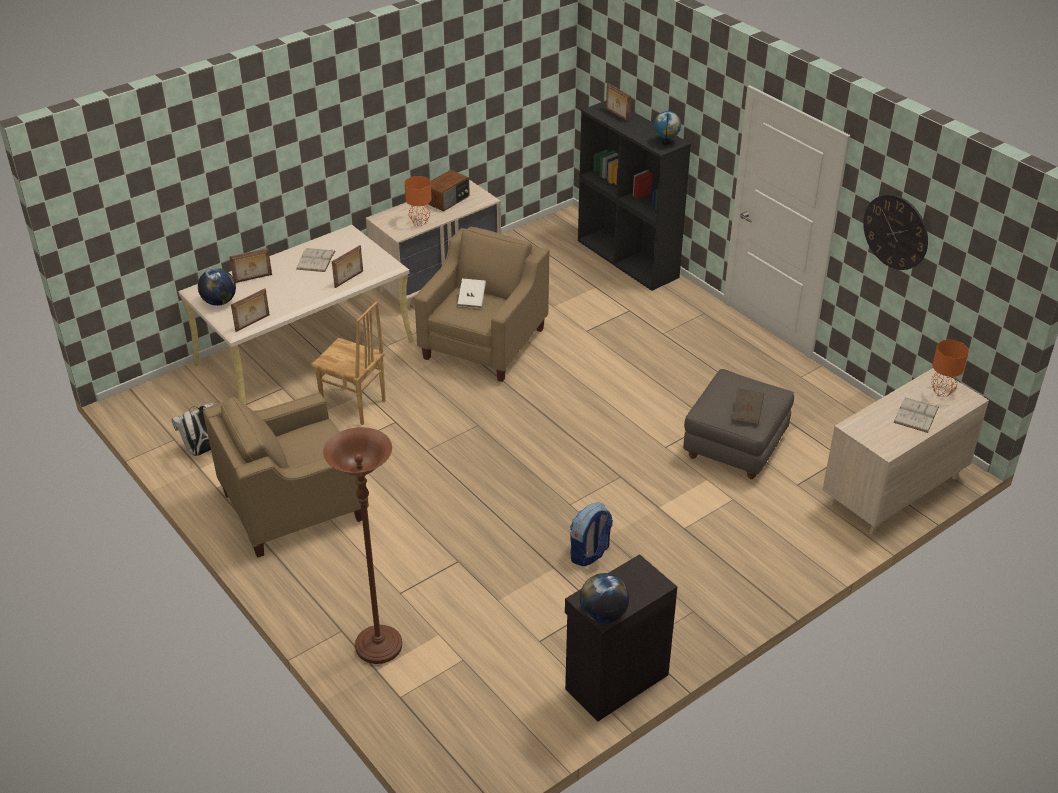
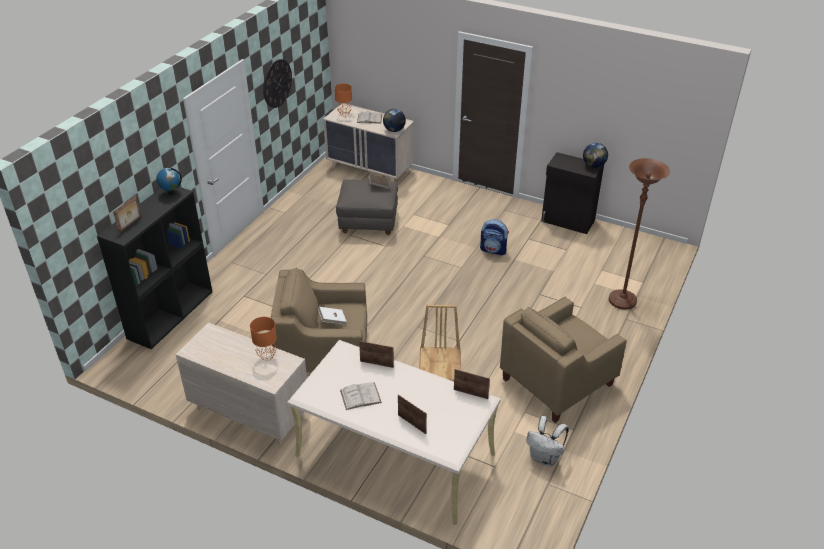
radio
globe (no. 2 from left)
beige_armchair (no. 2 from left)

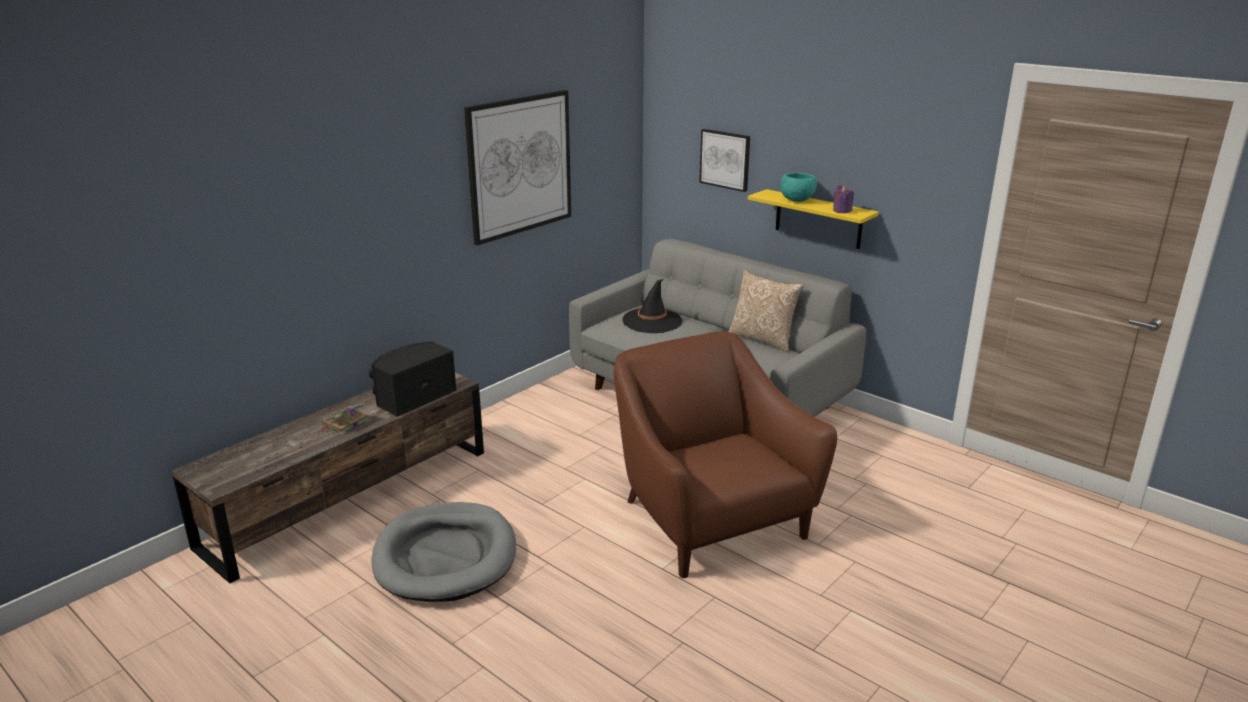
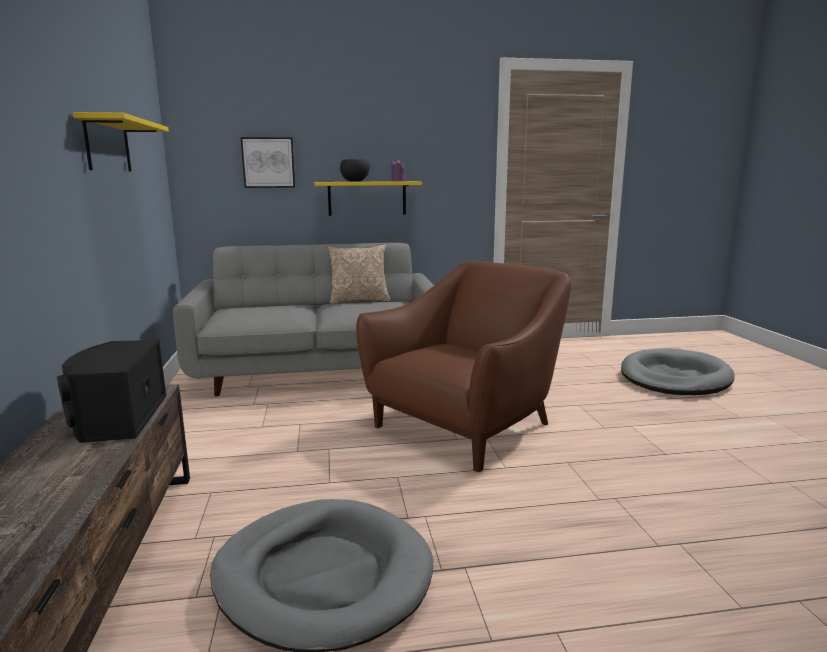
book
black_hat
grey_dog_bed (no. 2 from left)
yellow_shelf (no. 1 from left)
black_bowl
brown_armchair

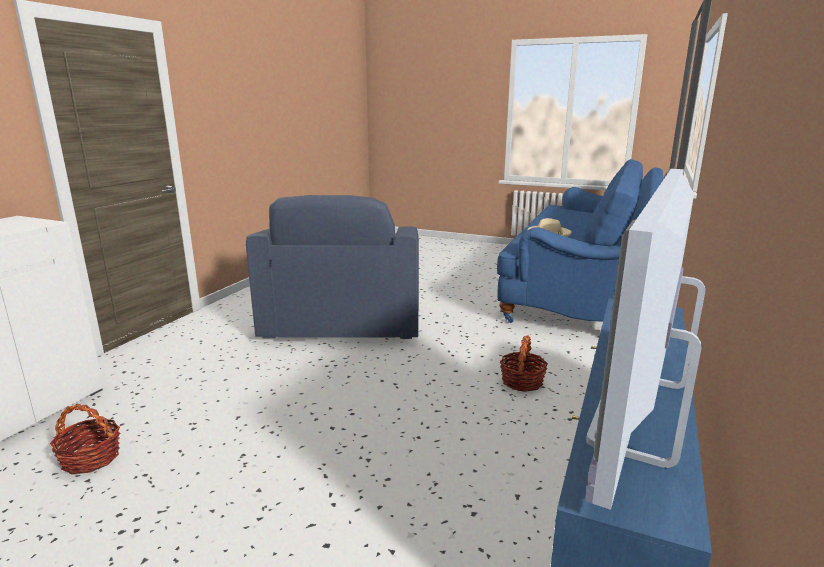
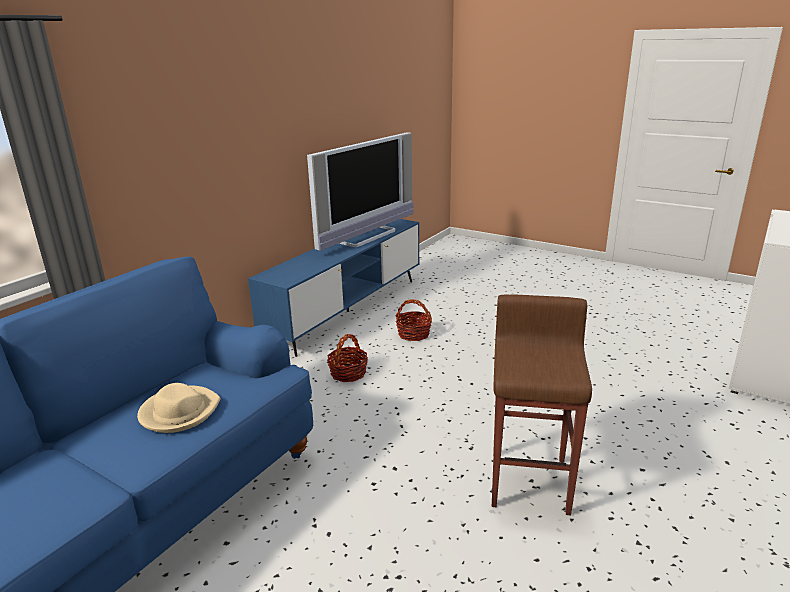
basket (no. 2 from left)
brown_stool

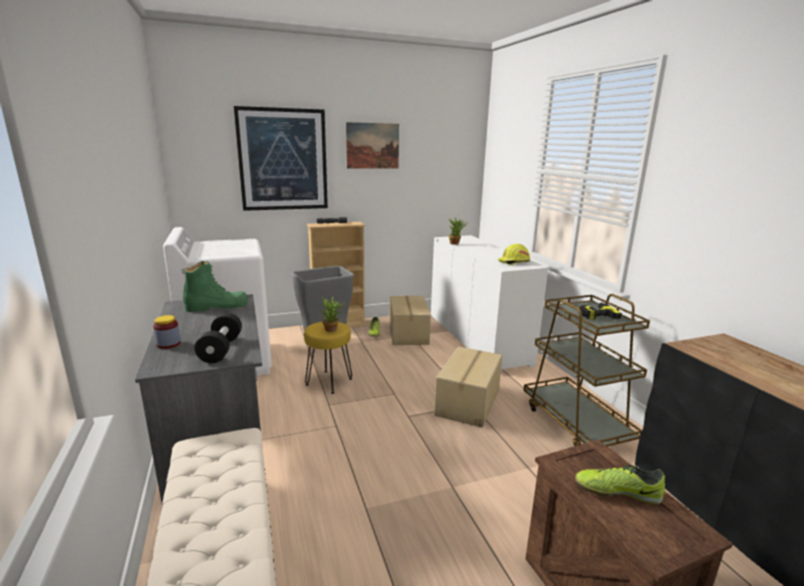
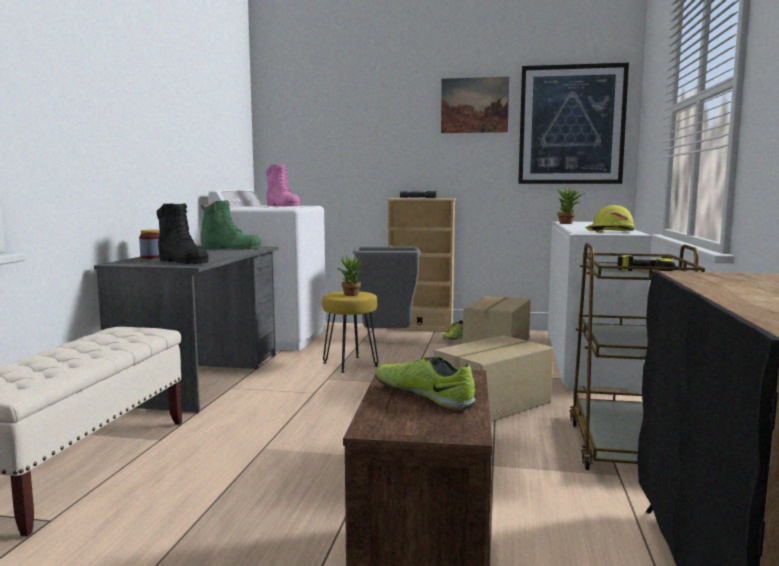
pink_boot
picture (no. 2 from left)
black_boot

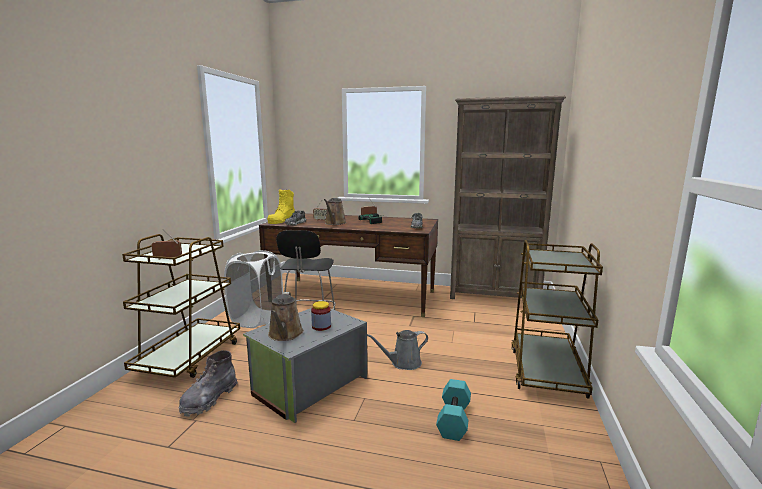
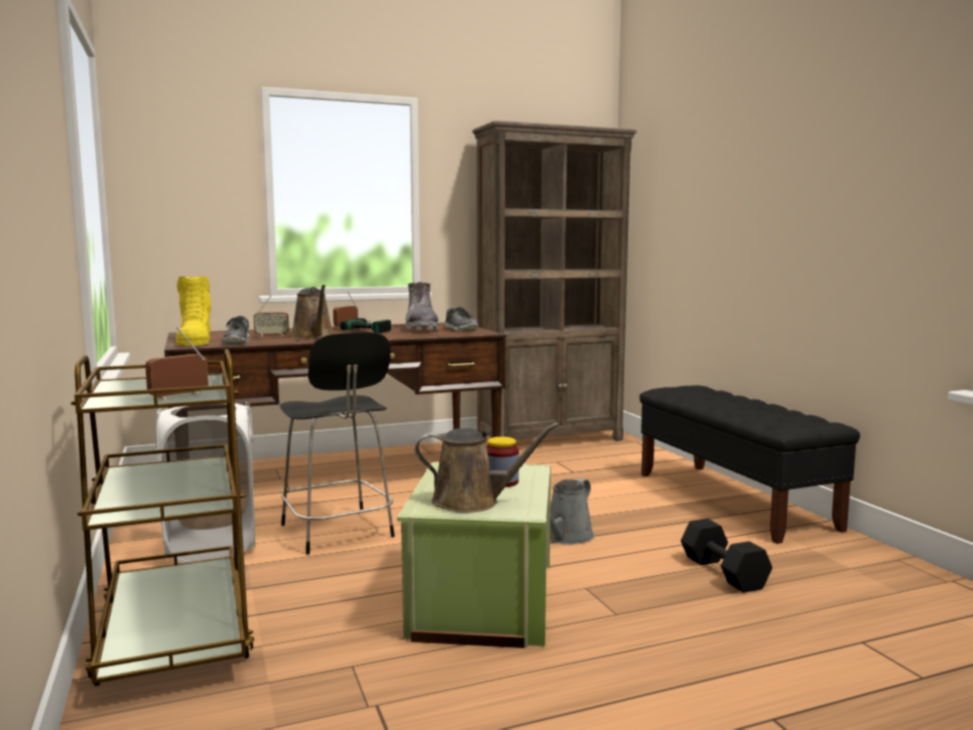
grey_boot
black_bench
green_storage_box
black_dumbbell
brown_watering_can (no. 2 from left)

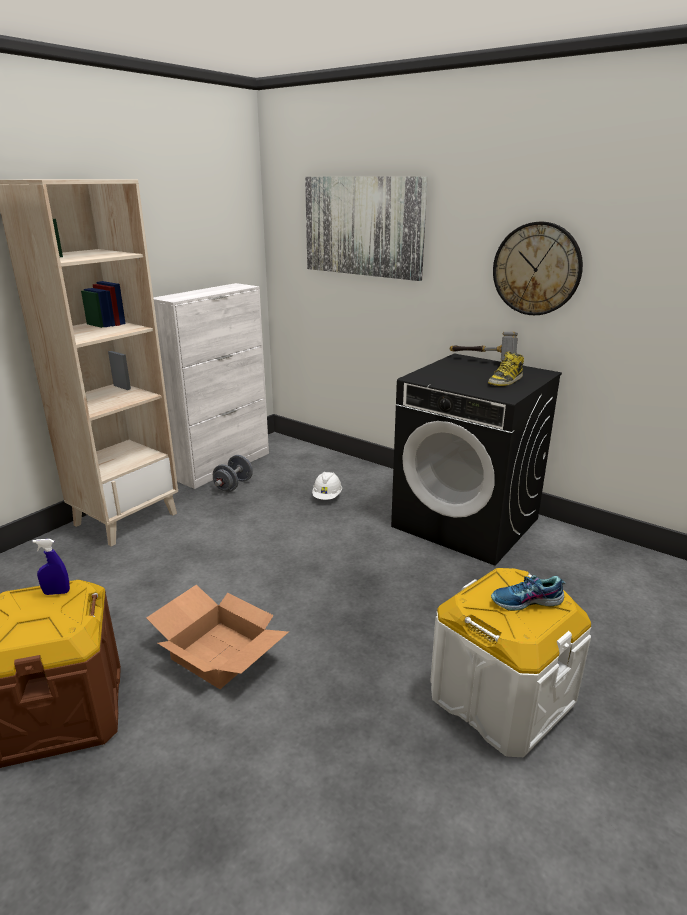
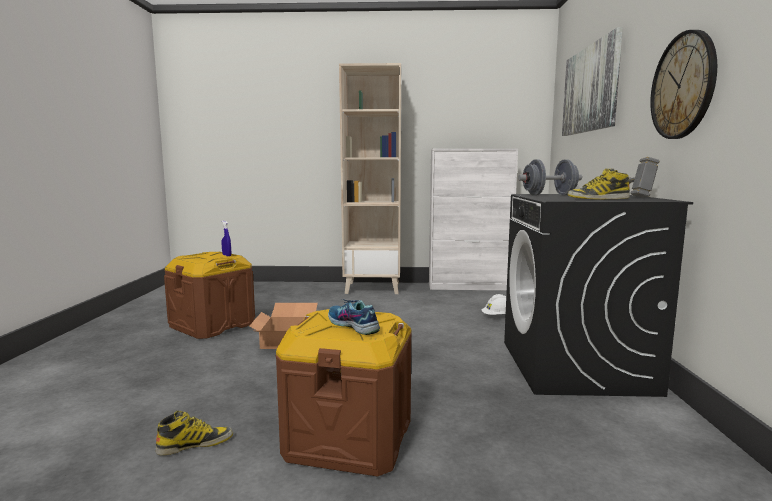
boot (no. 1 from left)
grey_dumbbell
brown_storage_box (no. 2 from left)

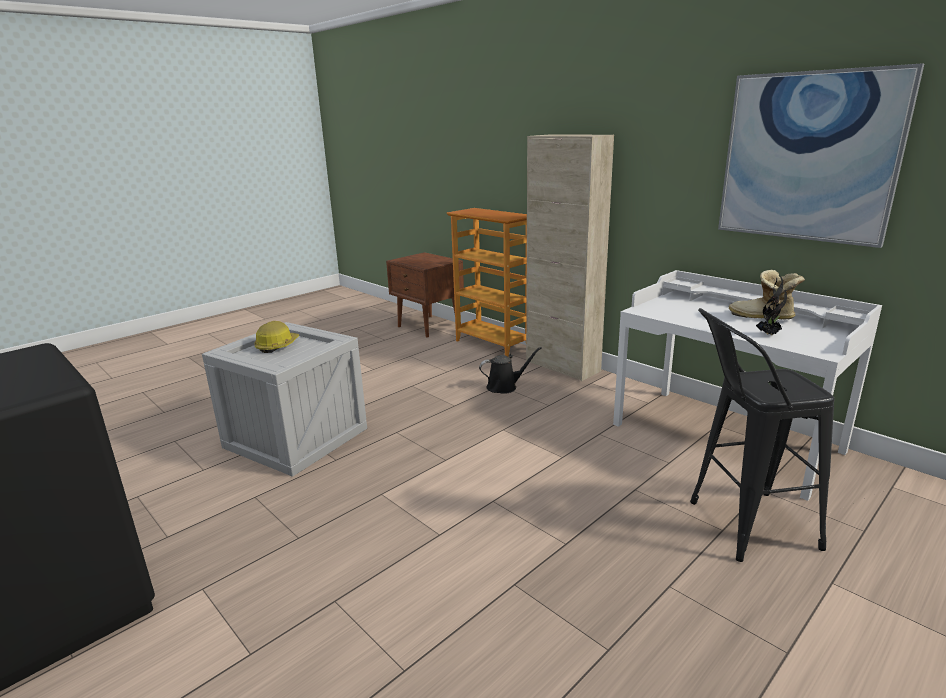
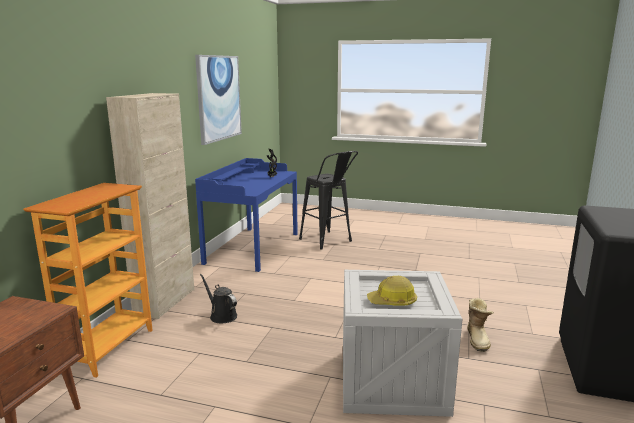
boot
blue_desk

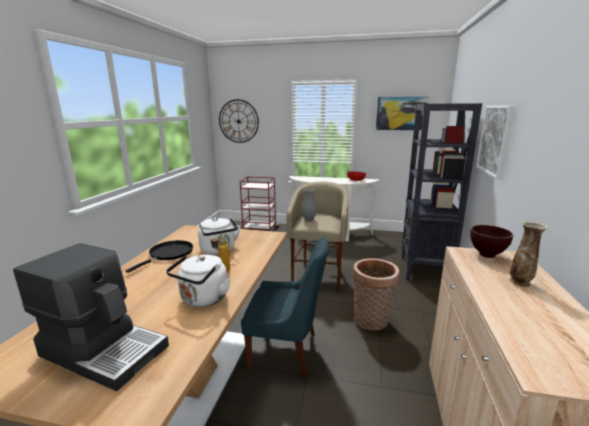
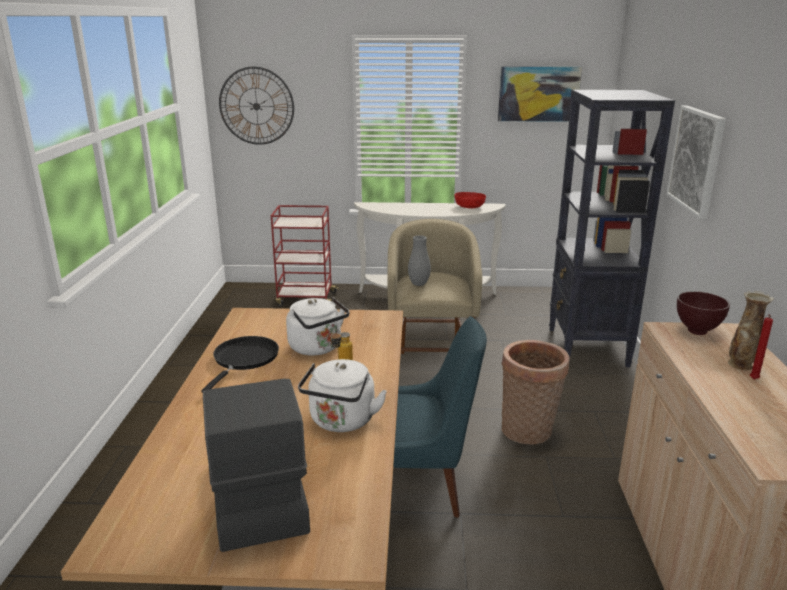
red_candle
coffee_machine

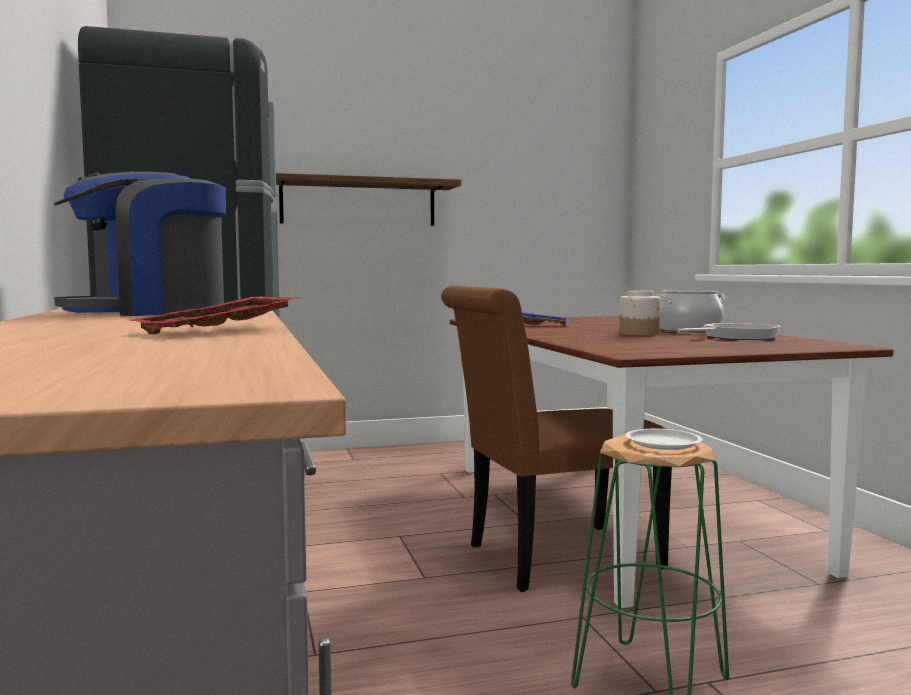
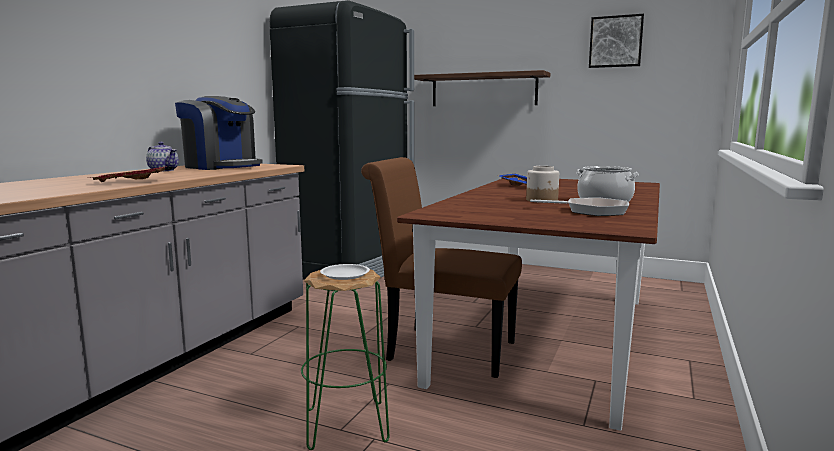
teapot
picture
coffee_machine

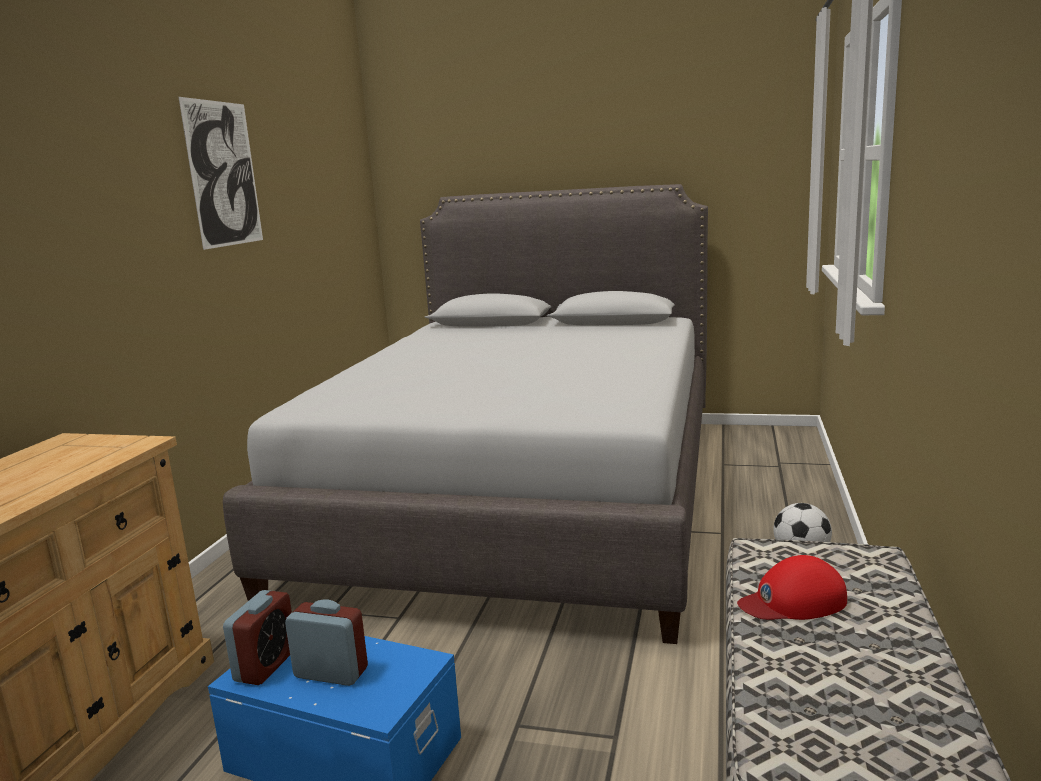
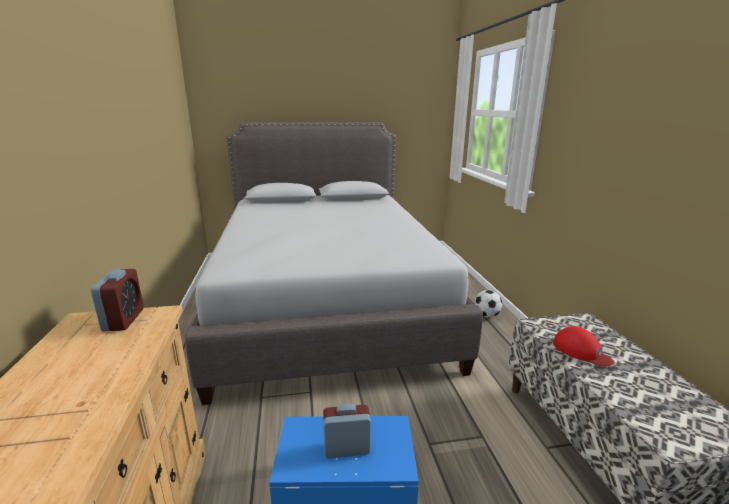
picture
alarm_clock (no. 1 from left)
red_cap

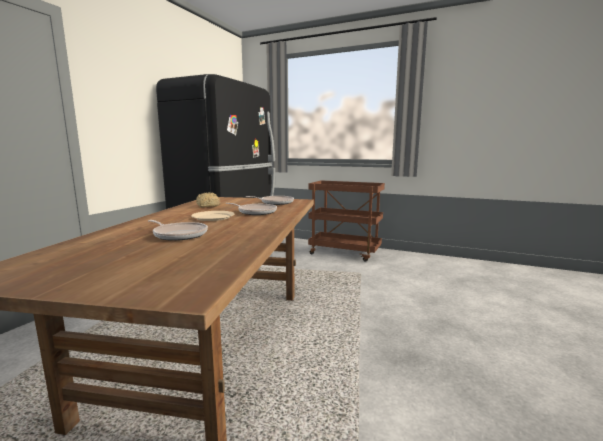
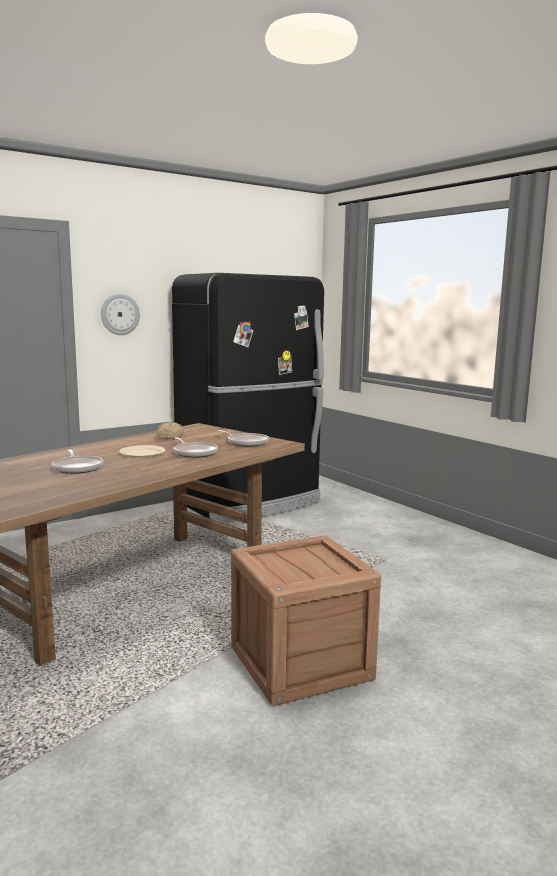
brown_cart
wall_clock
crate

